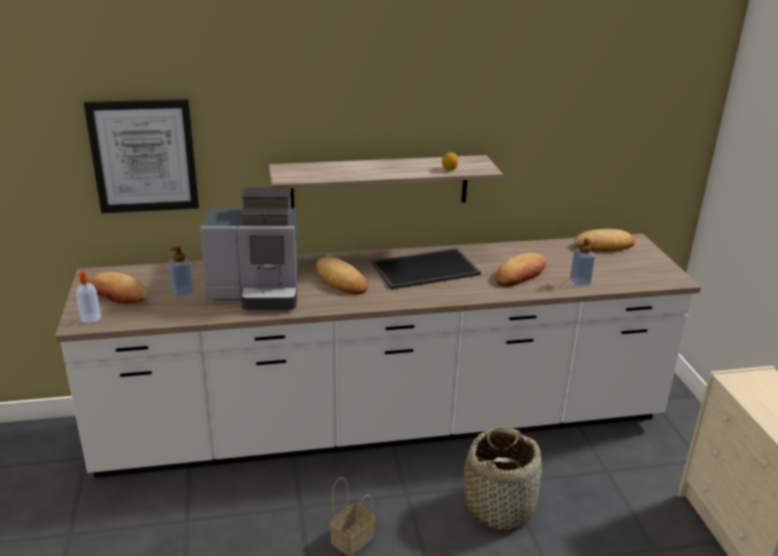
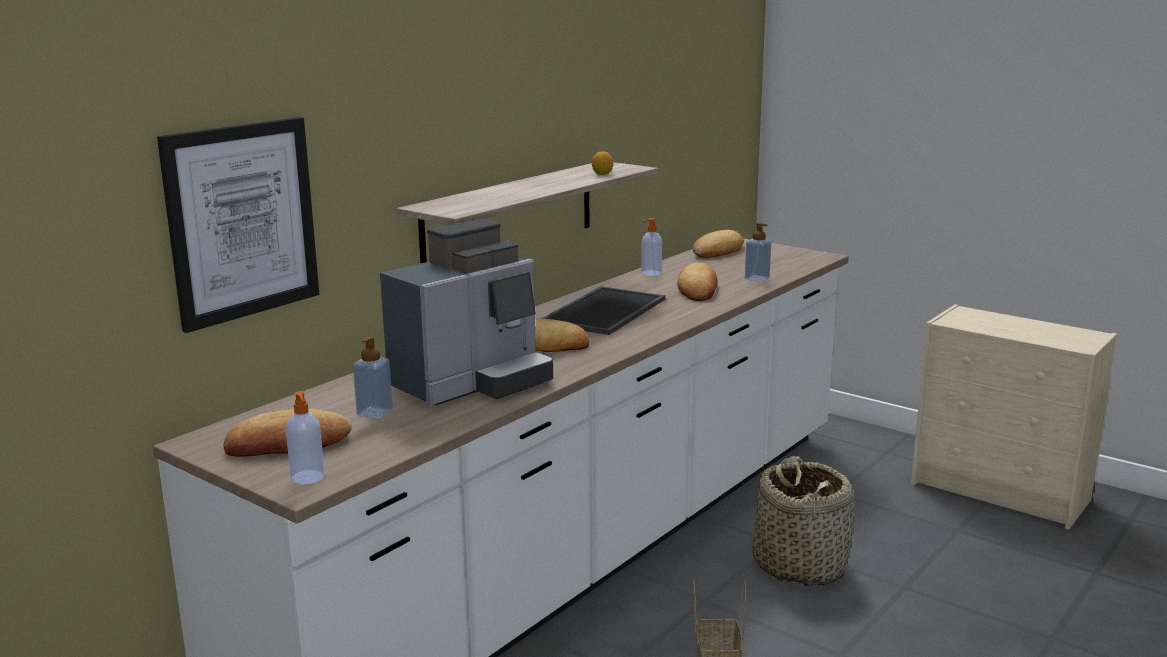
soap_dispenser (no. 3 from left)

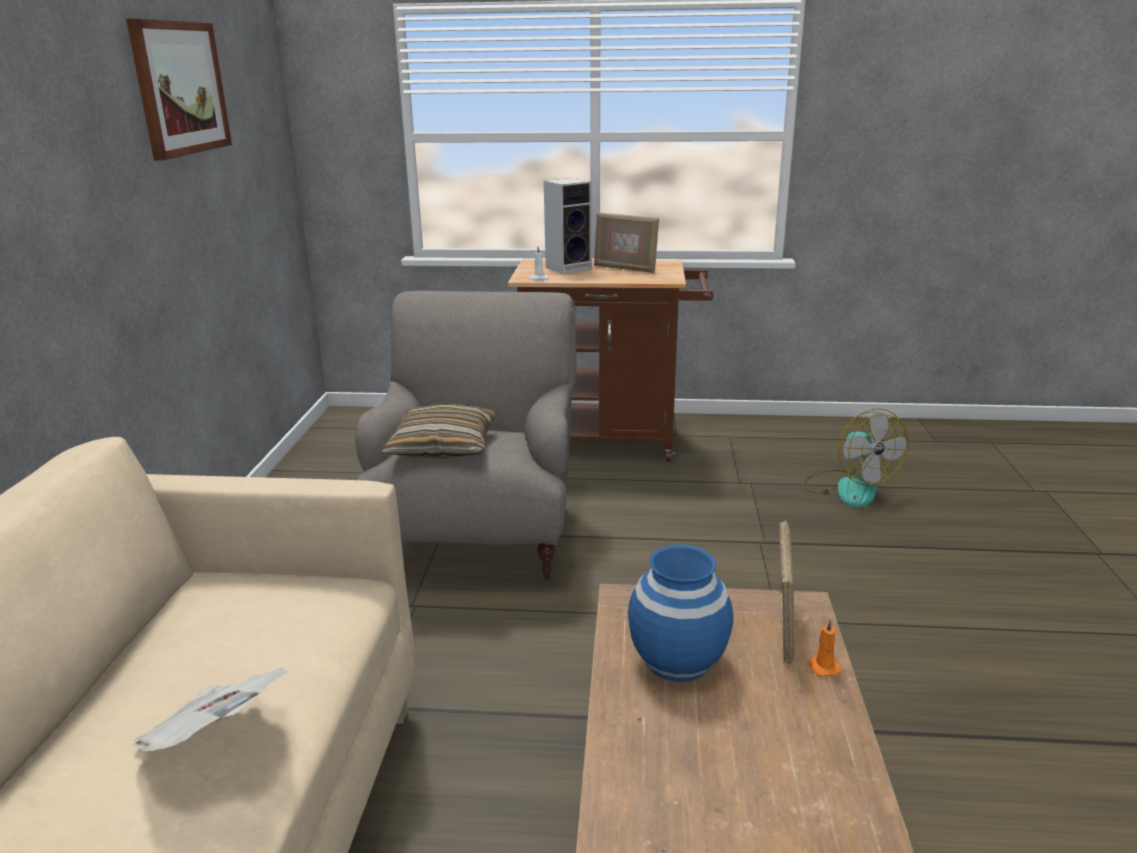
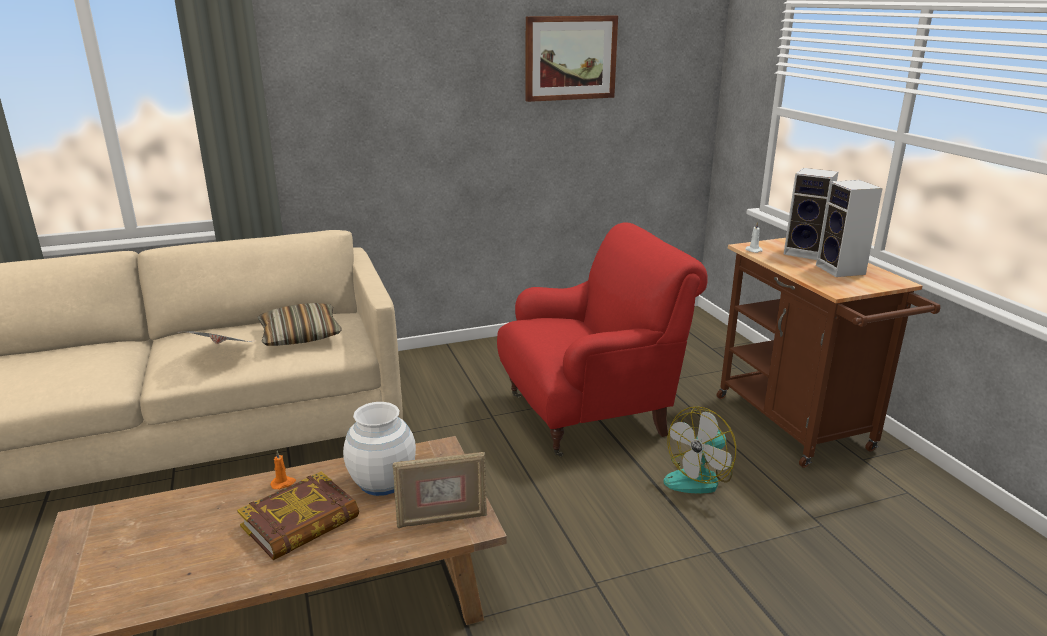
book
pillow
fan
orange_candle
speaker (no. 2 from left)
red_armchair
white_vase

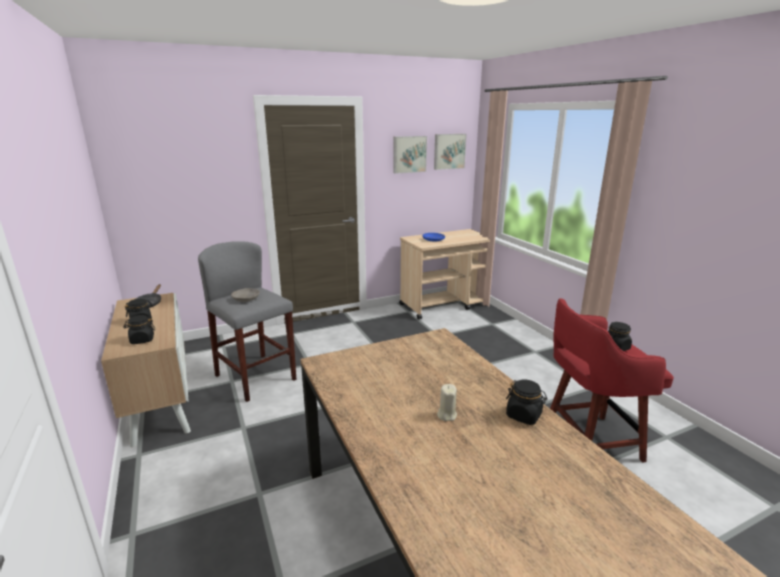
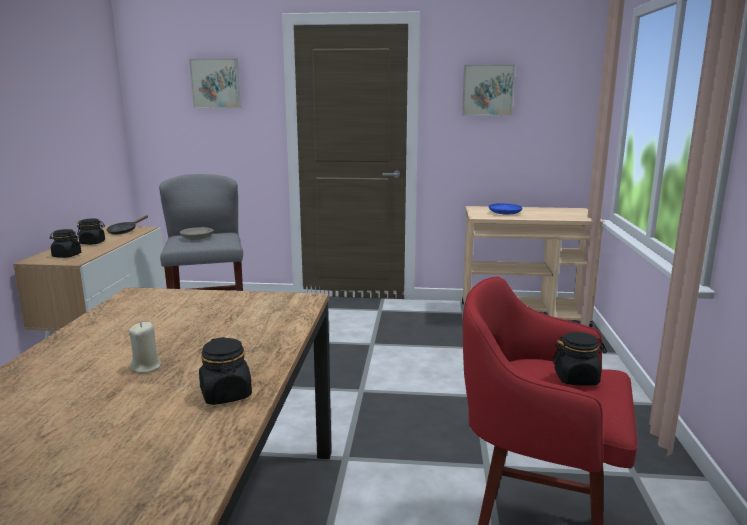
picture (no. 1 from left)

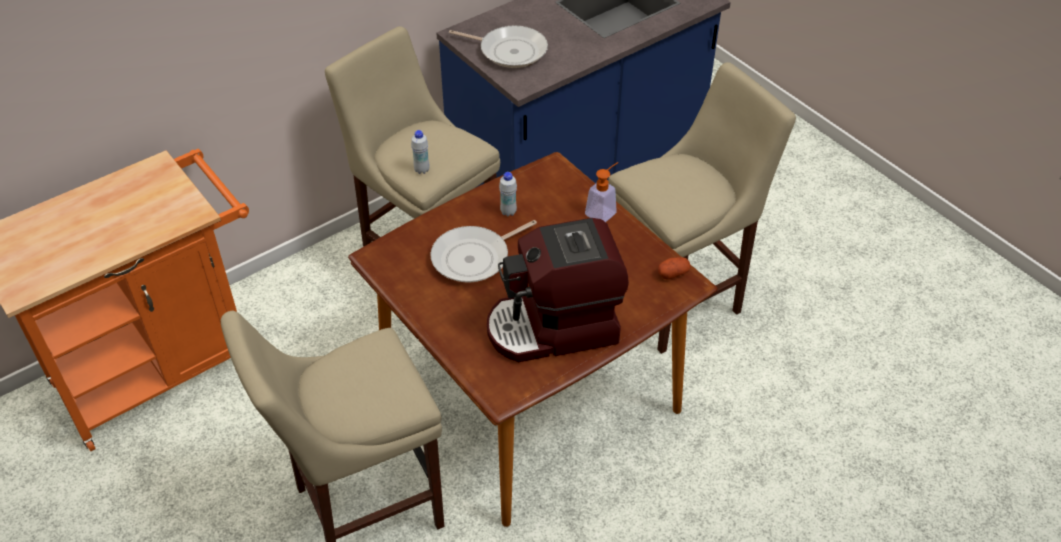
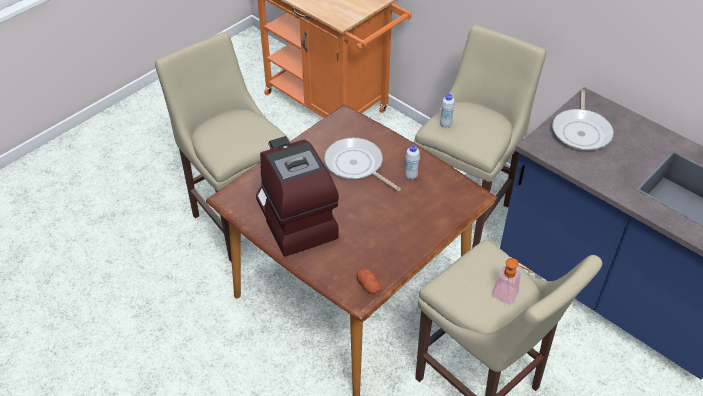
soap_dispenser

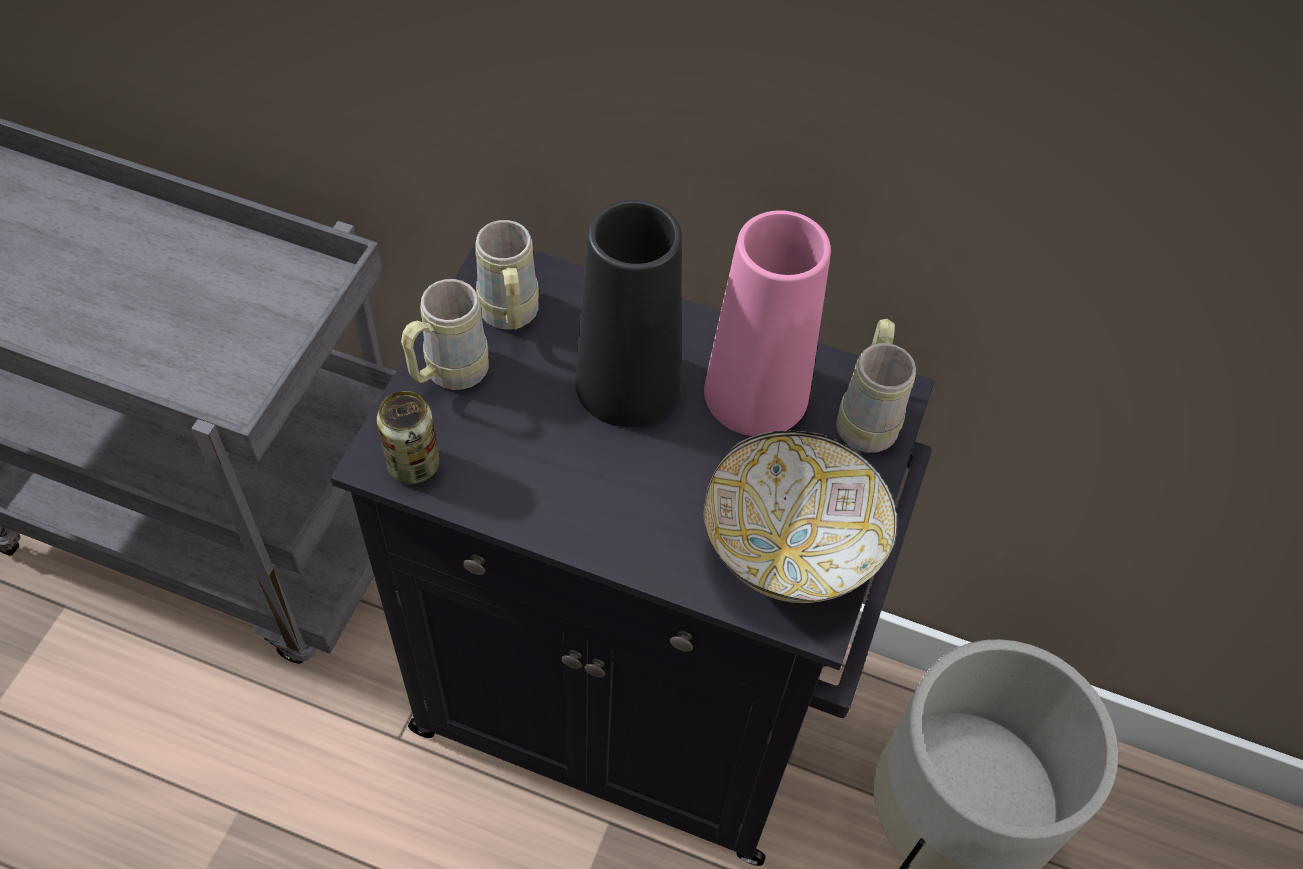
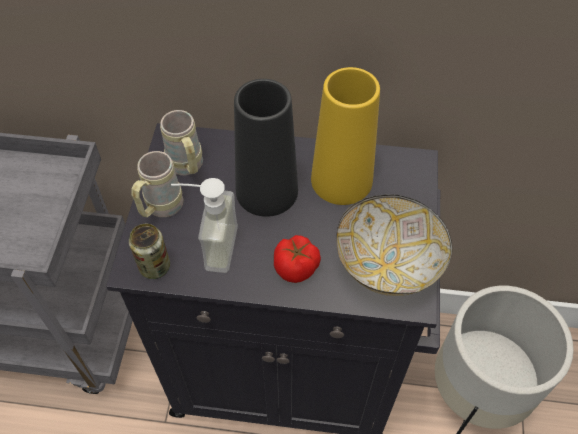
beige_mug (no. 3 from left in the first image)
soap_dispenser
tomato
yellow_vase

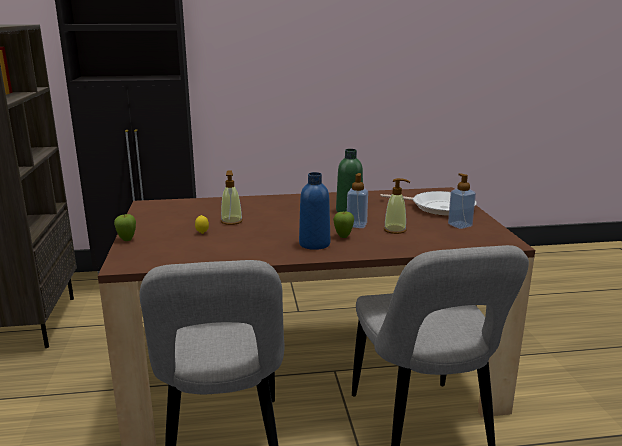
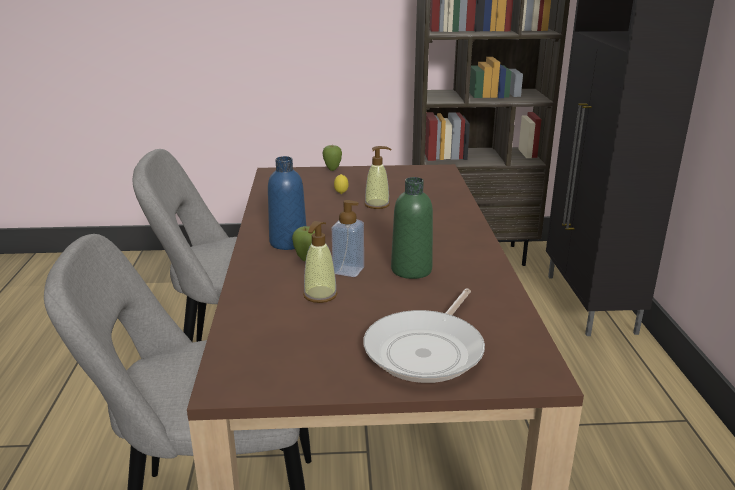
soap_dispenser (no. 4 from left in the first image)

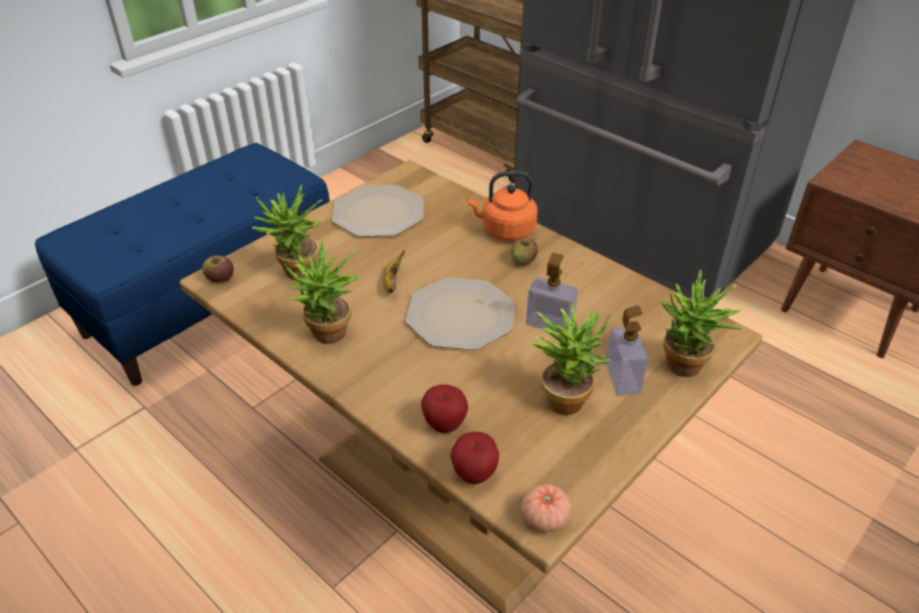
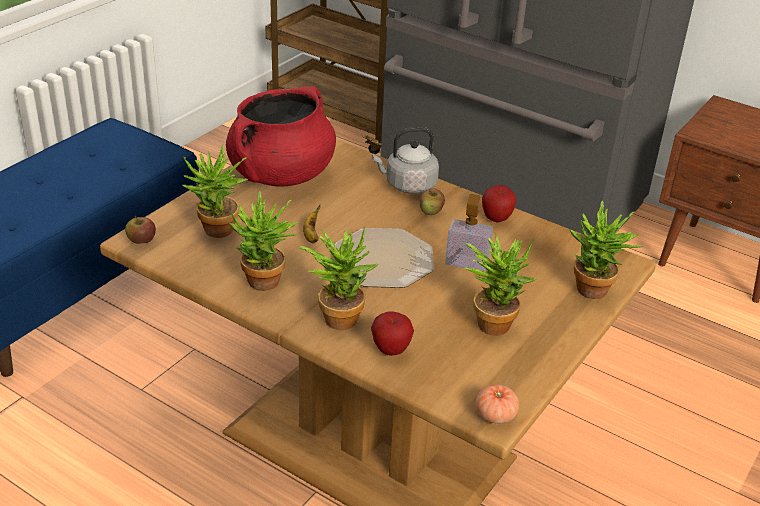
soap_dispenser (no. 2 from left in the first image)
potted_plant (no. 3 from left)
apple (no. 4 from left)
red_cooking_pot
grey_kettle

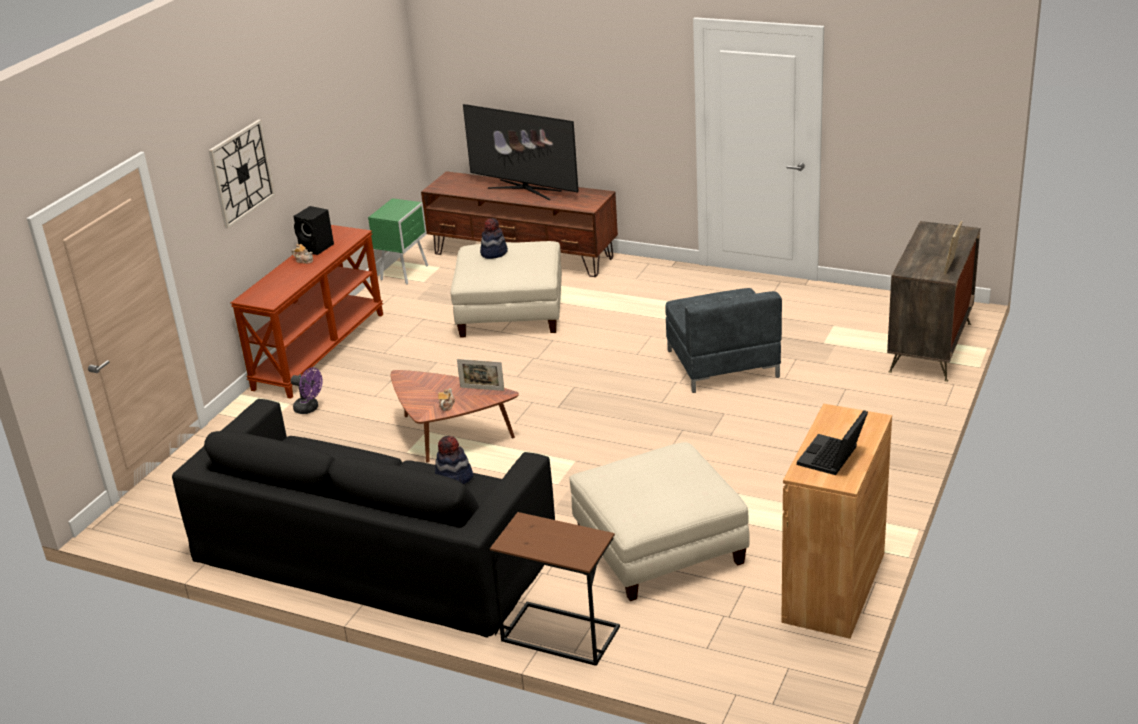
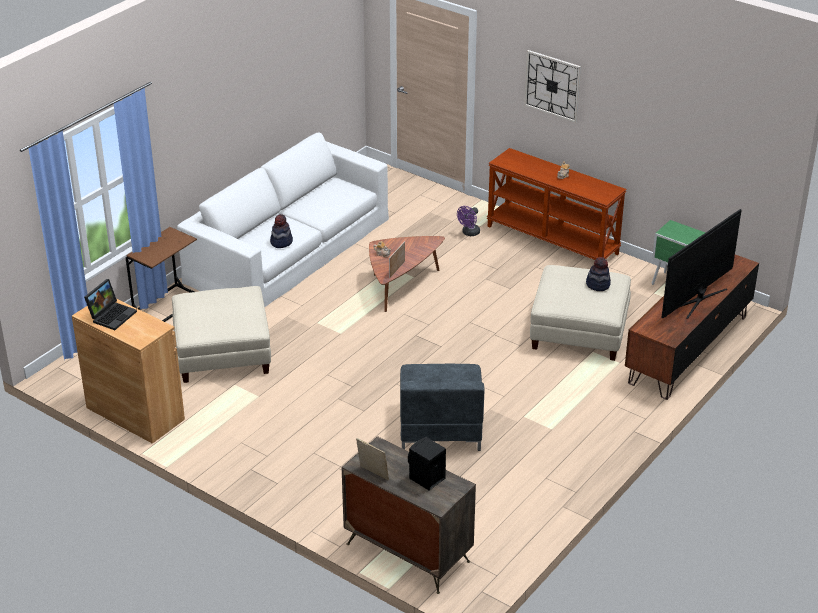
black_speaker
white_sofa
grey_armchair
laptop

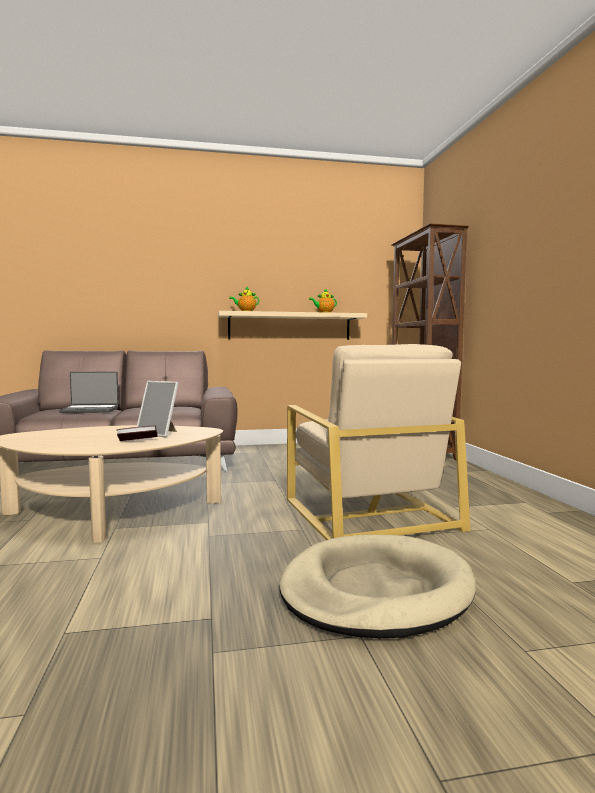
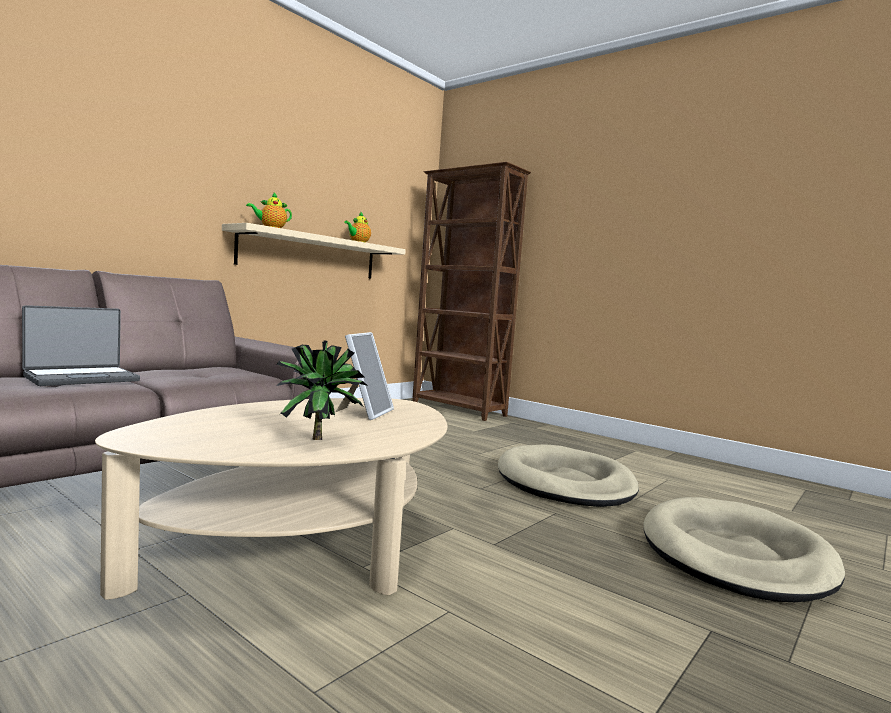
book
potted_plant
beige_dog_bed (no. 1 from left)
picture_frame

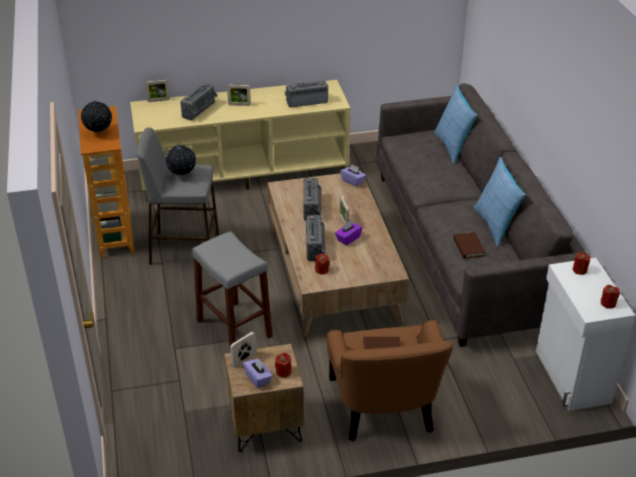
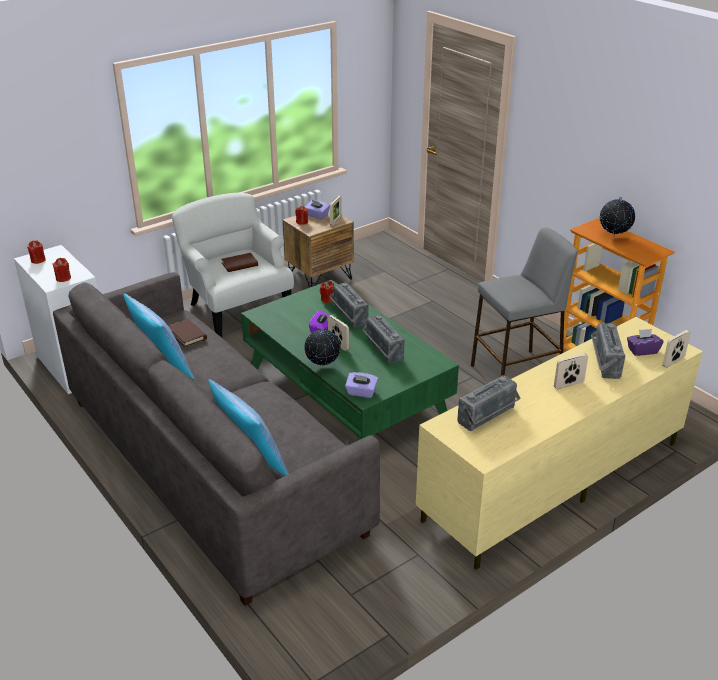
grey_stool (no. 2 from left in the first image)
purple_tissue_box (no. 4 from left)
globe (no. 1 from left)
green_coffee_table
white_armchair

